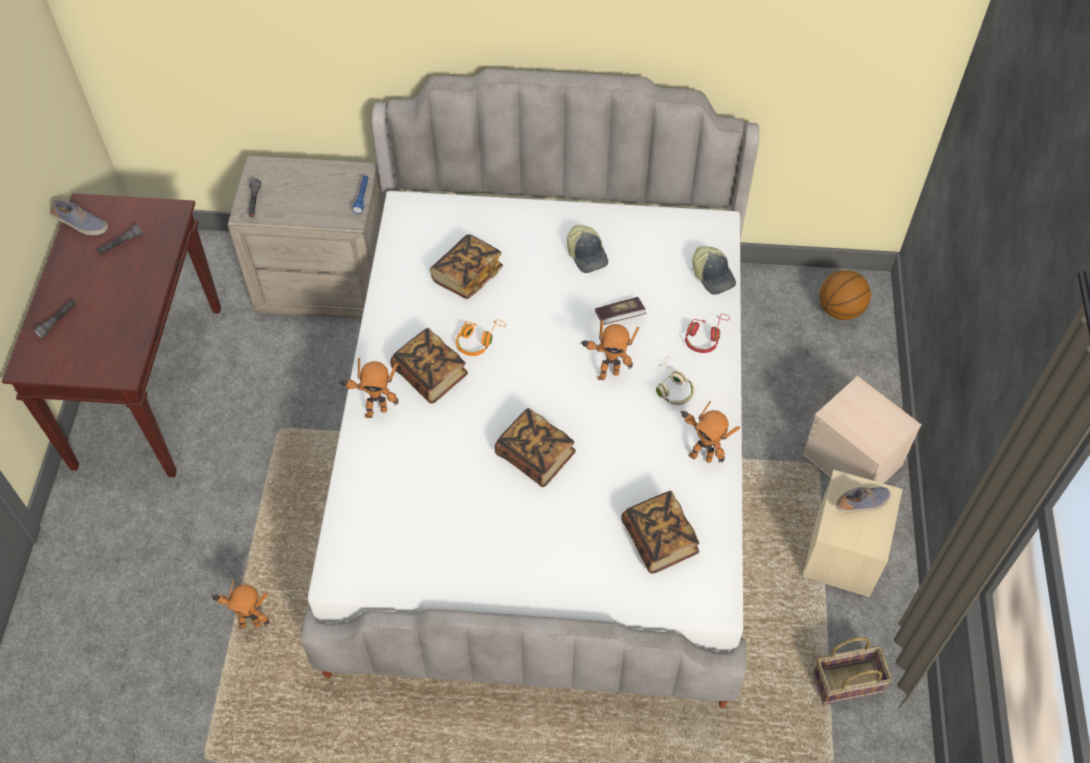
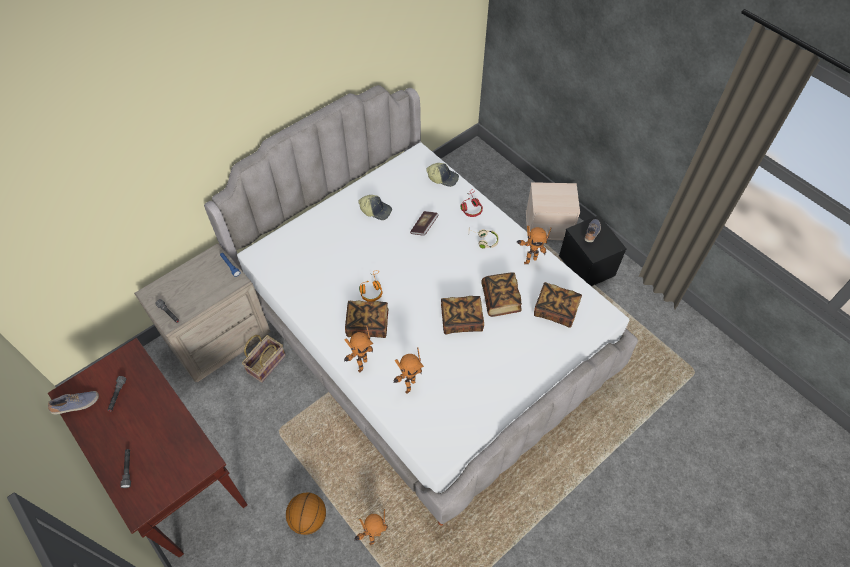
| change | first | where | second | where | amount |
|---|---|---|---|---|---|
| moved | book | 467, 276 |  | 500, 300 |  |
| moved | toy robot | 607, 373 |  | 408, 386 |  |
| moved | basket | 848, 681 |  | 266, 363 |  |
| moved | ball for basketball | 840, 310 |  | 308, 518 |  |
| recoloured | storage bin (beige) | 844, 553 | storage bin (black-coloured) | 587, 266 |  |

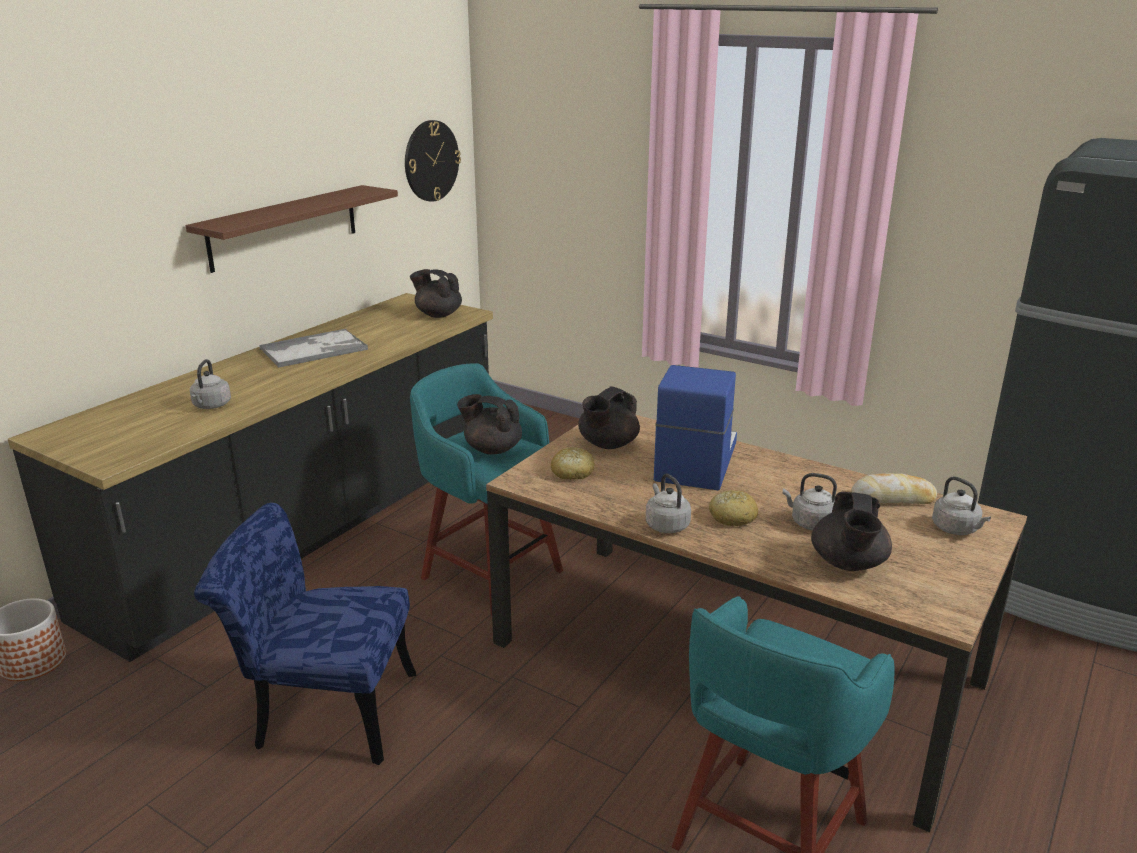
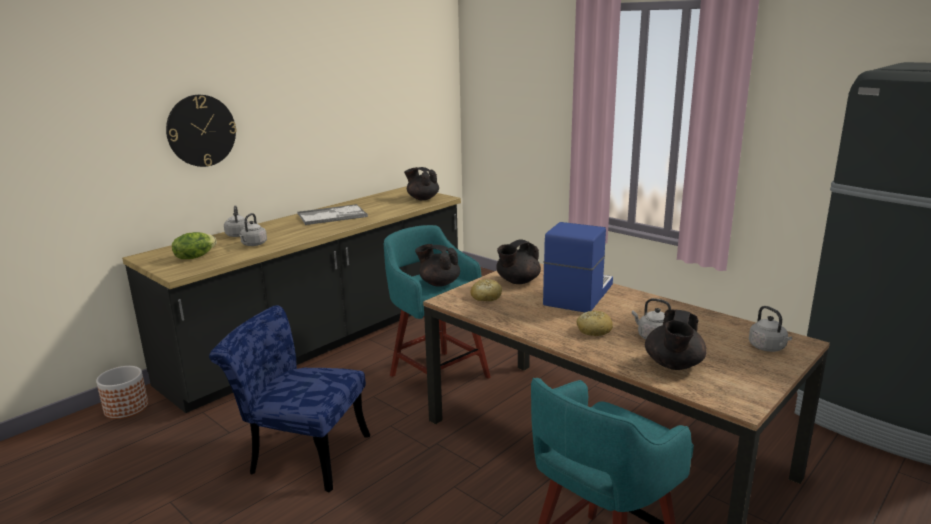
| change | first | where | second | where | amount |
|---|---|---|---|---|---|
| removed | shelf (brown-coloured) | 284, 227 |  |  |  |
| removed | bakery bread | 893, 498 |  |  |  |
| added |  |  | lettuce | 195, 257 |  |
| moved | clock on the wall | 431, 161 |  | 201, 130 |  |
| moved | kettle (greyish) | 666, 525 |  | 238, 234 |  |

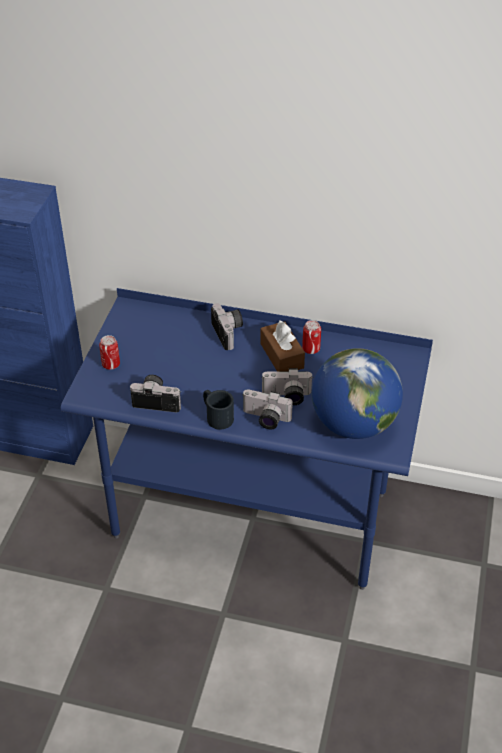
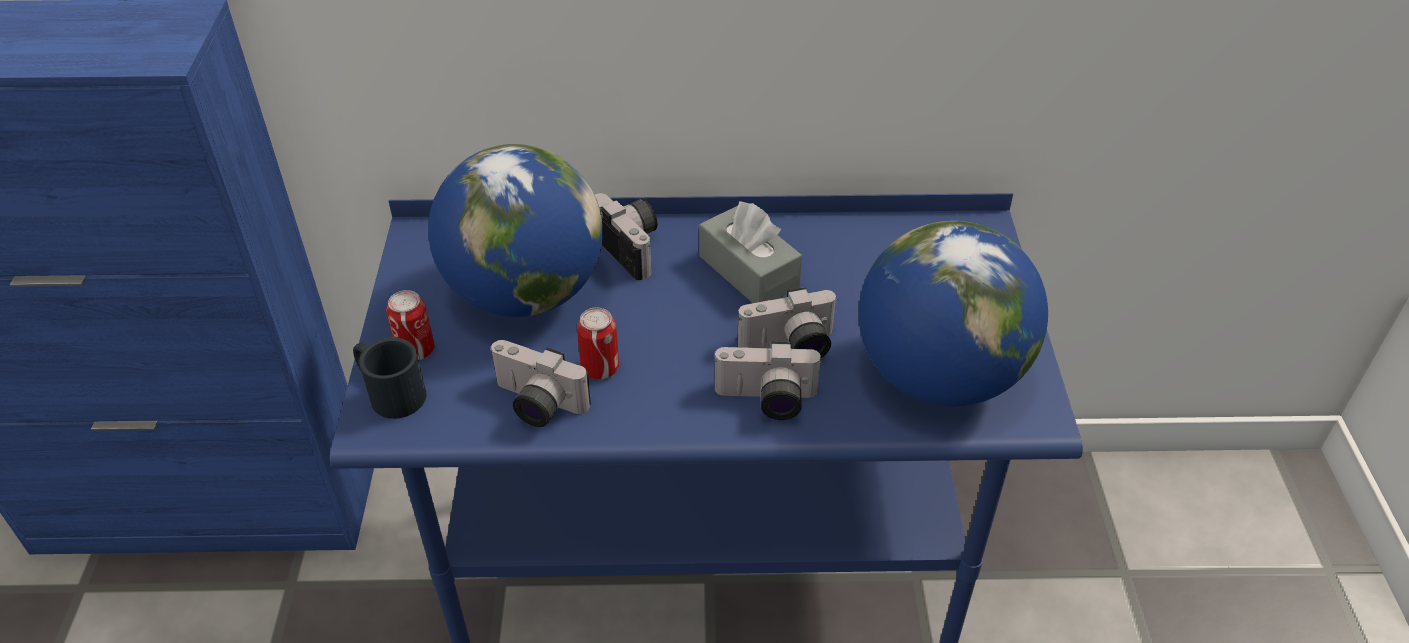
| change | first | where | second | where | amount |
|---|---|---|---|---|---|
| added |  |  | globe | 525, 293 |  |
| moved | mug (black-coloured) | 216, 416 |  | 390, 392 |  |
| moved | sealed can | 311, 349 |  | 600, 368 |  |
| recoloured | tissue holder (brown-coloured) | 282, 356 | tissue holder (greyish) | 748, 271 |  |
| turned | still camera | 158, 400 |  | 535, 404 | 150 degrees counterclockwise |

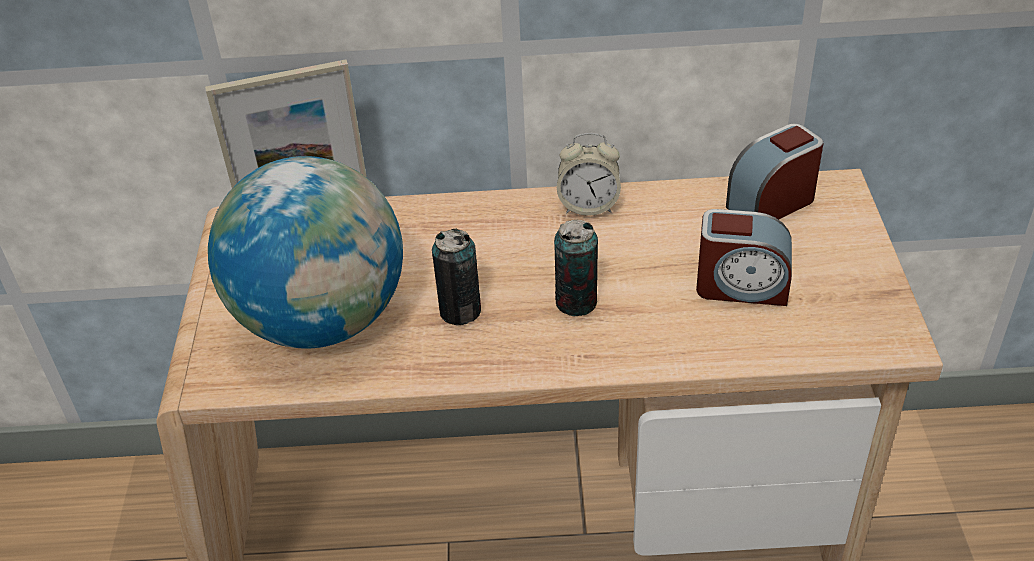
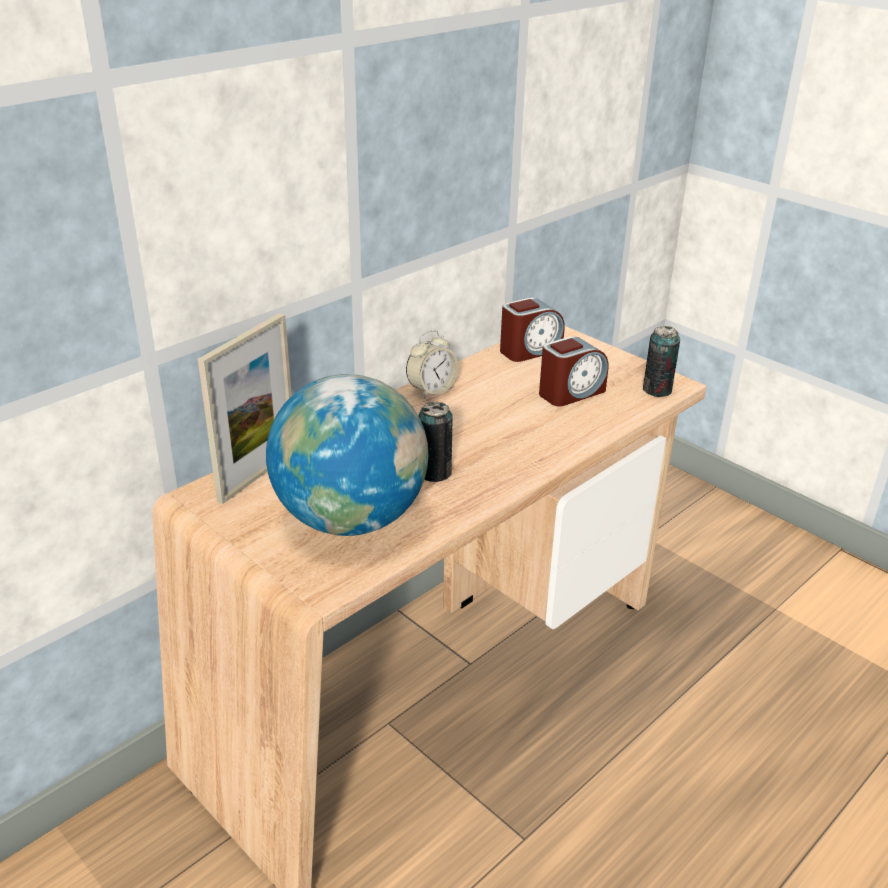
| change | first | where | second | where | amount |
|---|---|---|---|---|---|
| moved | sealed can | 576, 302 |  | 657, 390 |  |
| turned | table clock | 771, 203 |  | 530, 350 | 135 degrees counterclockwise |

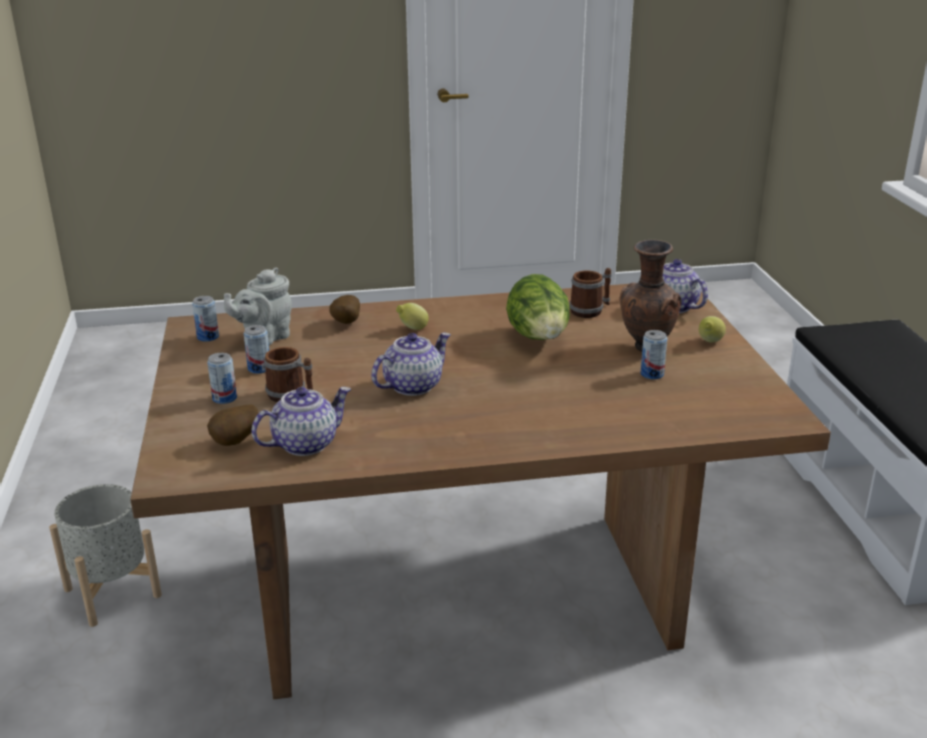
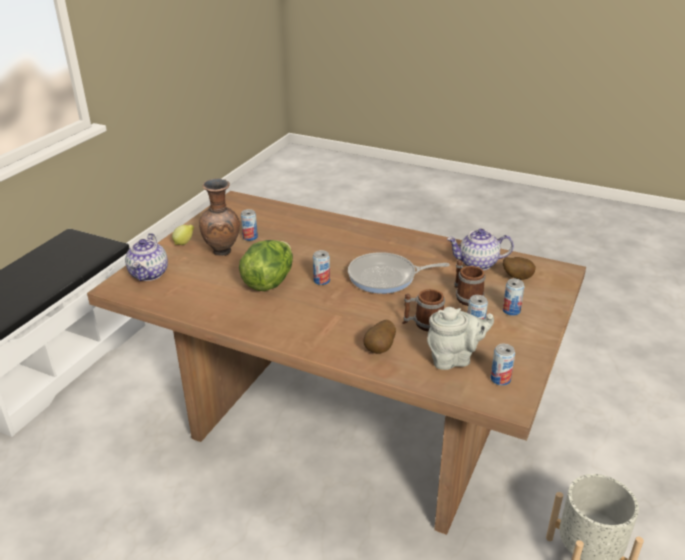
| change | first | where | second | where | amount |
|---|---|---|---|---|---|
| removed | lemon | 412, 329 |  |  |  |
| added |  |  | sealed can | 321, 281 |  |
| moved | mug | 591, 310 |  | 423, 324 |  |
| replaced | pot for tea | 412, 385 | pan | 386, 277 |  |

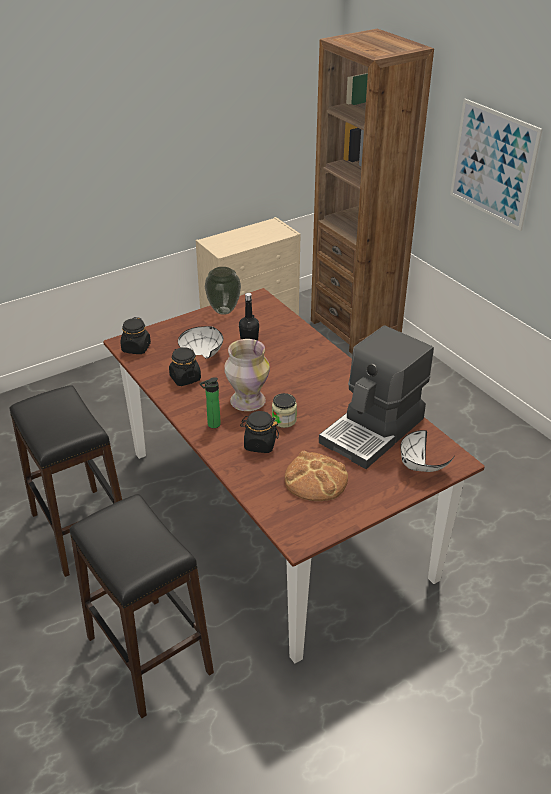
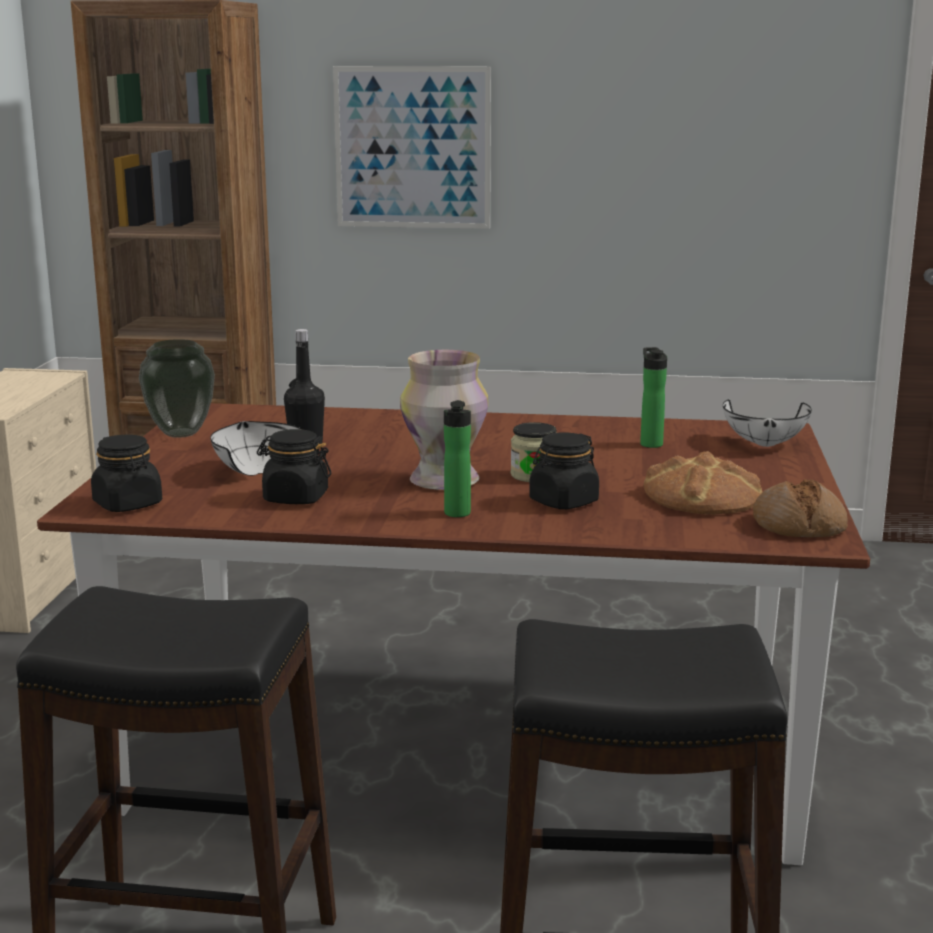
| change | first | where | second | where | amount |
|---|---|---|---|---|---|
| added |  |  | bakery bread | 798, 526 |  |
| replaced | coffee machine | 374, 430 | bottle | 650, 443 |  |

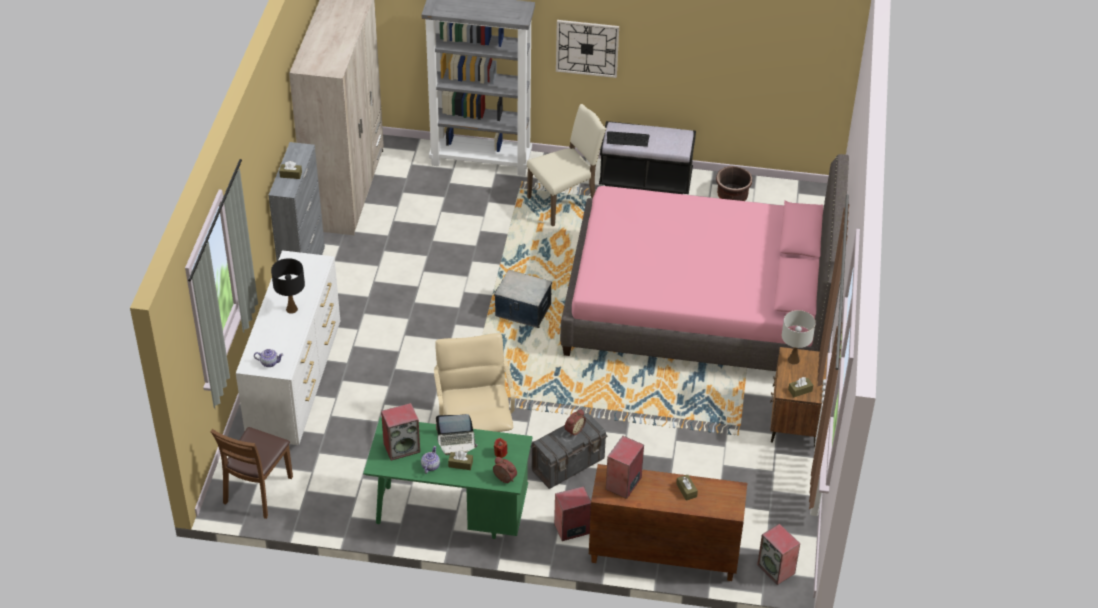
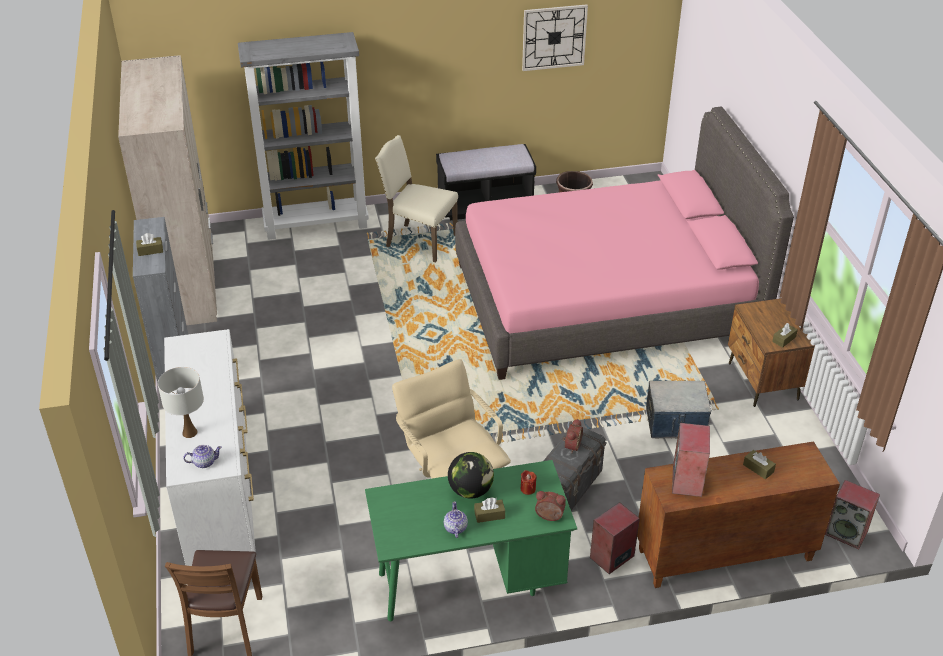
| change | first | where | second | where | amount |
|---|---|---|---|---|---|
| removed | lamp for a table (black-coloured) | 292, 309 |  |  |  |
| removed | speaker | 402, 447 |  |  |  |
| removed | computer keyboard | 627, 139 |  |  |  |
| moved | storage bin | 523, 310 |  | 675, 423 |  |
| moved | clock on the wall | 587, 48 |  | 554, 37 |  |
| moved | lamp for a table (whitish) | 793, 360 |  | 190, 432 |  |
| replaced | laptop | 456, 441 | globe | 470, 490 |  |
| turned | chair (beige) | 565, 202 |  | 419, 241 | 105 degrees counterclockwise |

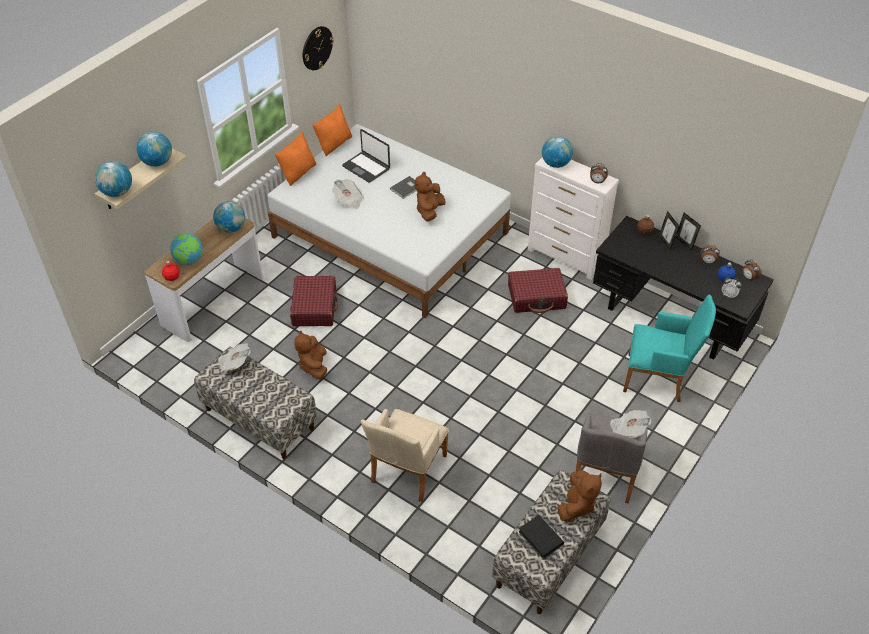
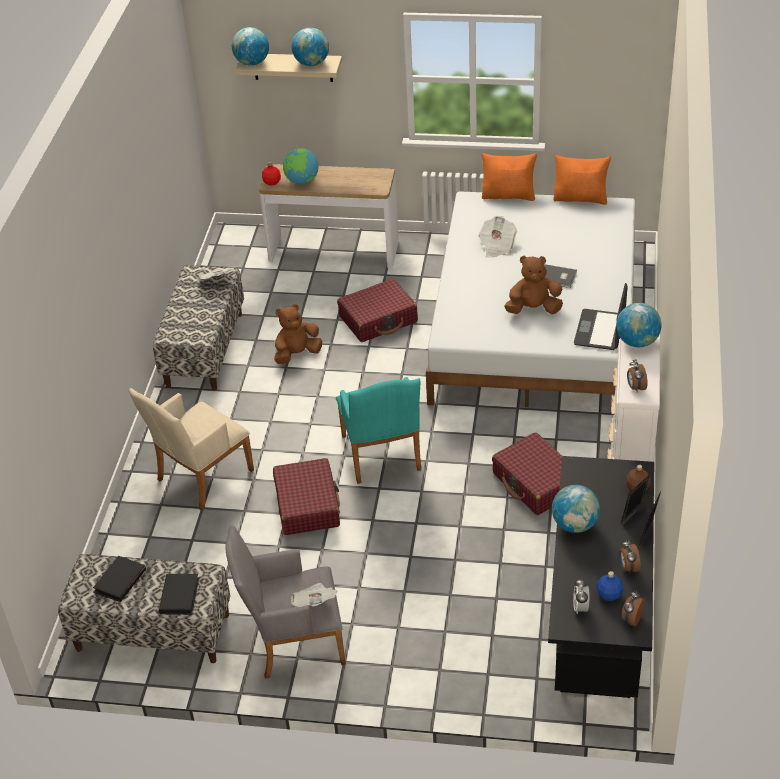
| change | first | where | second | where | amount |
|---|---|---|---|---|---|
| removed | clock on the wall | 317, 48 |  |  |  |
| added |  |  | piece of luggage (red) | 307, 505 |  |
| moved | globe | 231, 228 |  | 575, 525 |  |
| moved | laptop | 366, 167 |  | 600, 331 |  |
| moved | easy chair (turquoise) | 659, 378 |  | 382, 457 |  |
| replaced | plush toy (brown-coloured) | 577, 505 | book (black-coloured) | 179, 596 |  |
| turned | easy chair (beige) | 406, 472 |  | 200, 478 | 45 degrees counterclockwise |

